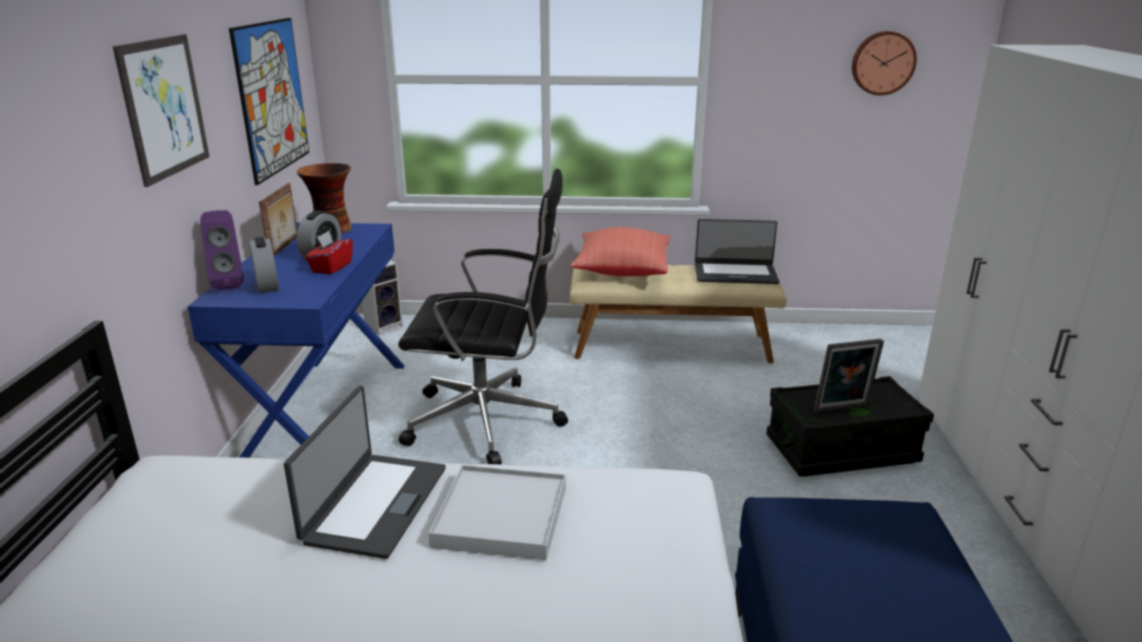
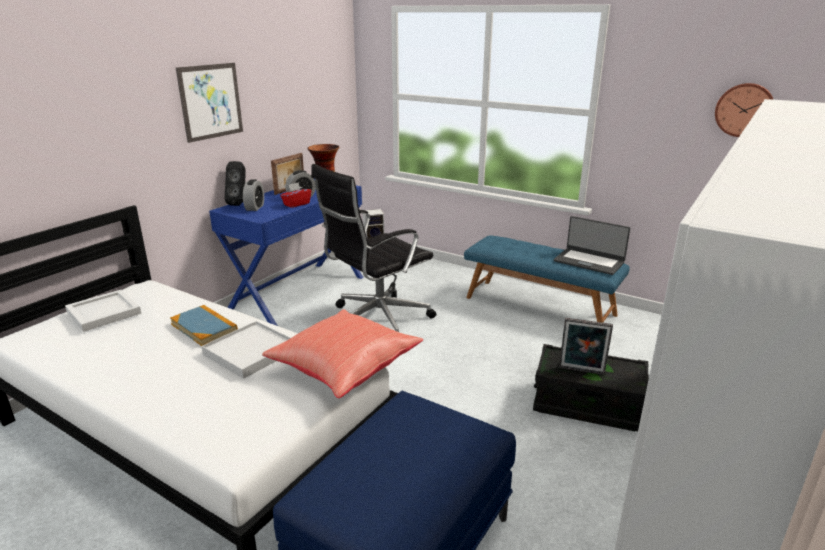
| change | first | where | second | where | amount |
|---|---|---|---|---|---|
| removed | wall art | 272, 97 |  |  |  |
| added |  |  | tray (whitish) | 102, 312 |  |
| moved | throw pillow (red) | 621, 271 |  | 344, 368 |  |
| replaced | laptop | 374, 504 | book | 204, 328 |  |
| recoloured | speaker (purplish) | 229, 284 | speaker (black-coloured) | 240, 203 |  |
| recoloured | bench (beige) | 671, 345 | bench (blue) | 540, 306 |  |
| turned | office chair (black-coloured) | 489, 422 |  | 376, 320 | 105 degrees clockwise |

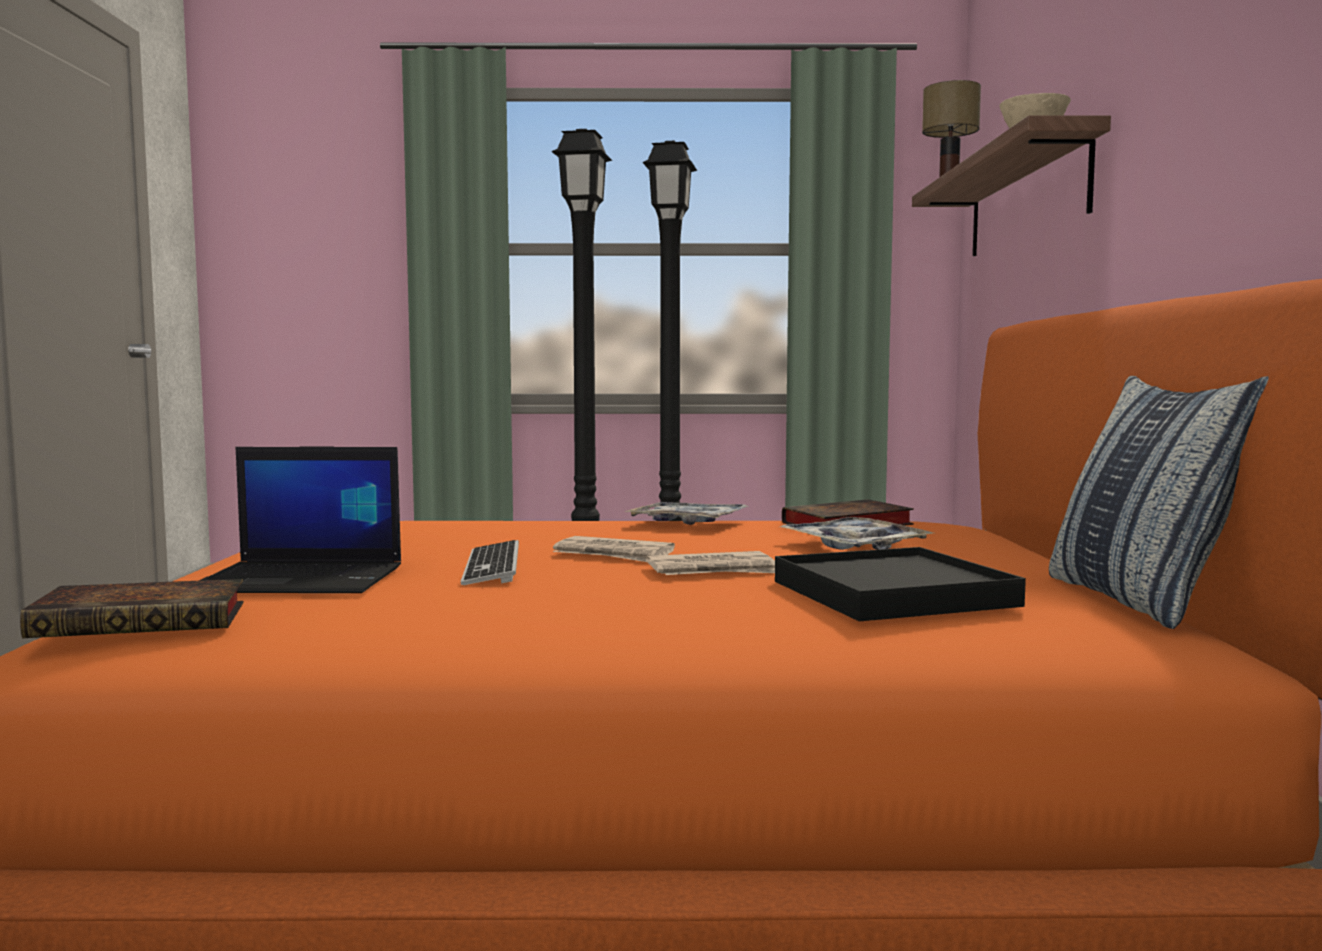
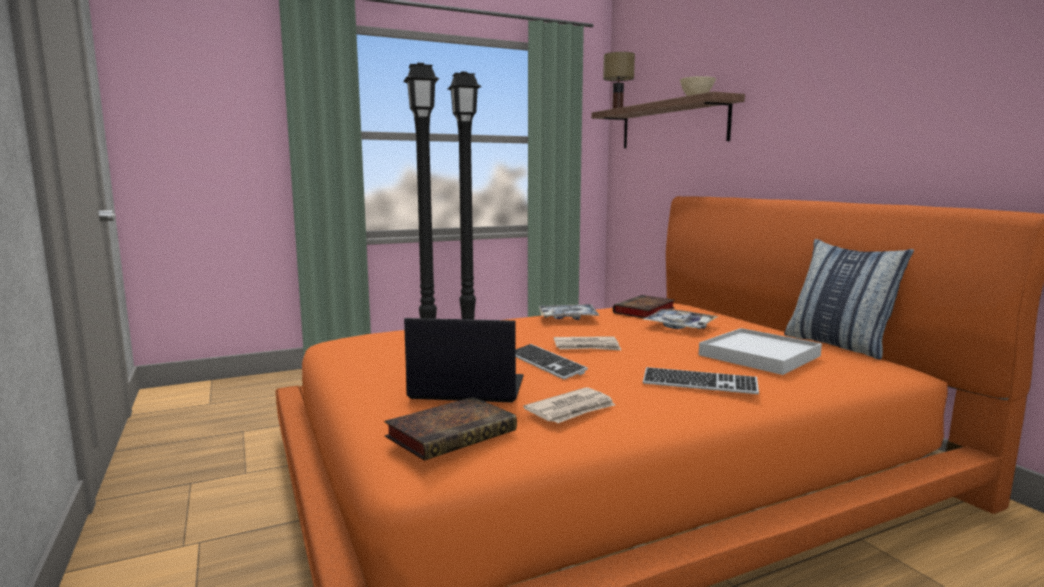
| change | first | where | second | where | amount |
|---|---|---|---|---|---|
| added |  |  | computer keyboard | 699, 384 |  |
| moved | printed paper | 713, 571 |  | 572, 410 |  |
| recoloured | tray (black-coloured) | 892, 594 | tray (whitish) | 759, 356 |  |
| turned | laptop | 303, 579 |  | 466, 388 | 150 degrees counterclockwise |

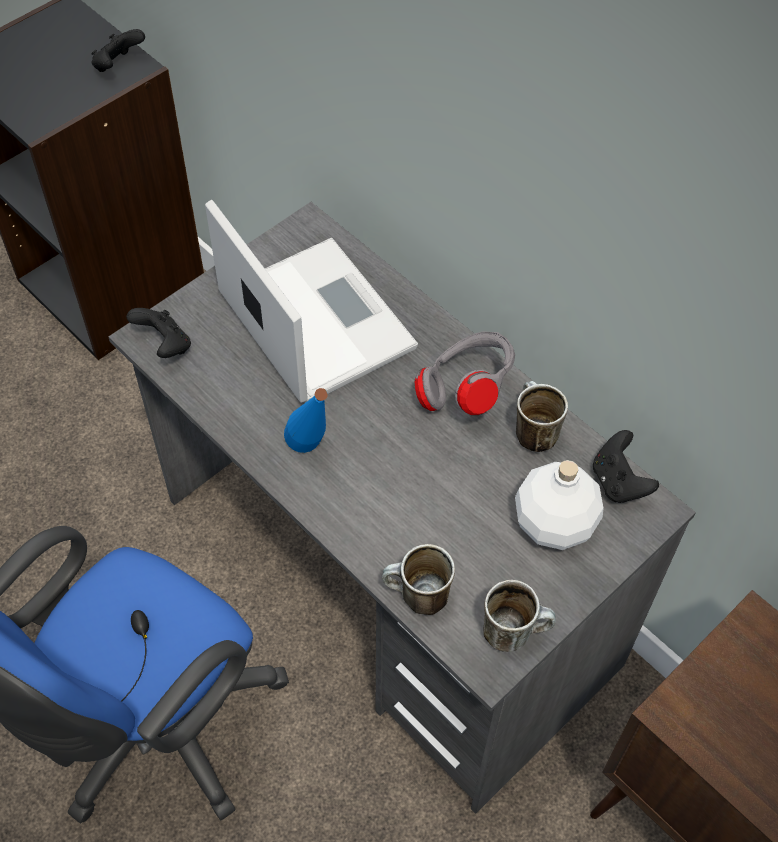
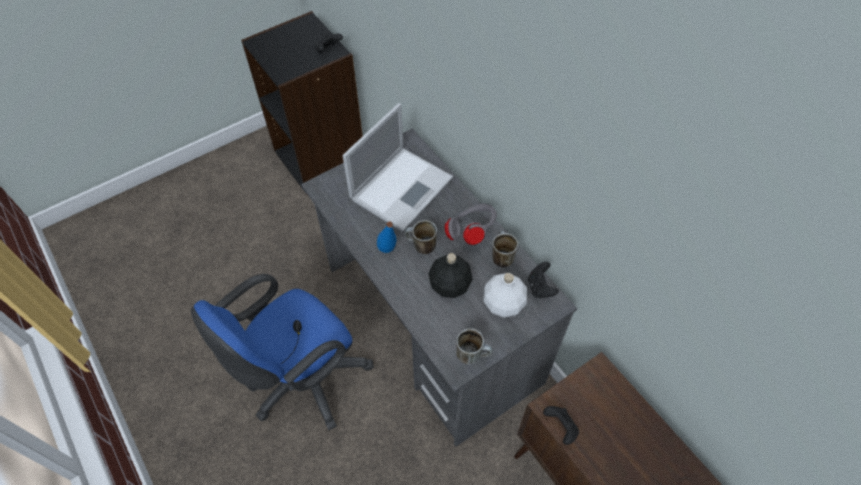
| change | first | where | second | where | amount |
|---|---|---|---|---|---|
| added |  |  | bottle (black-coloured) | 450, 285 |  |
| moved | gamepad (black-coloured) | 164, 345 |  | 560, 427 |  |
| moved | mug | 416, 598 |  | 420, 247 |  |
| turned | laptop | 313, 319 |  | 402, 187 | 60 degrees clockwise |

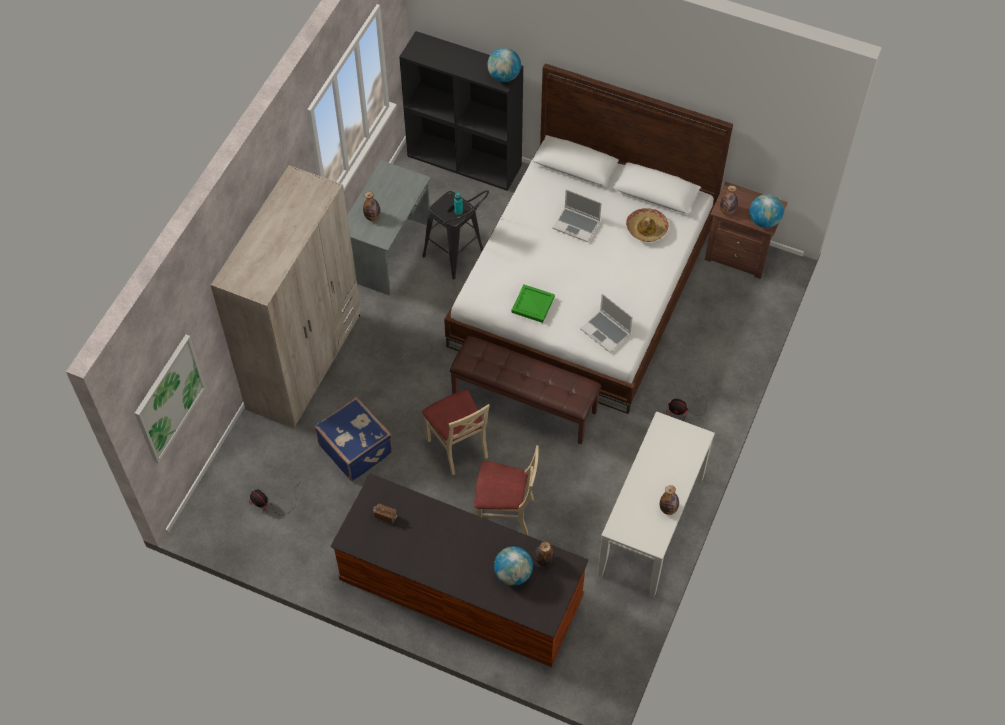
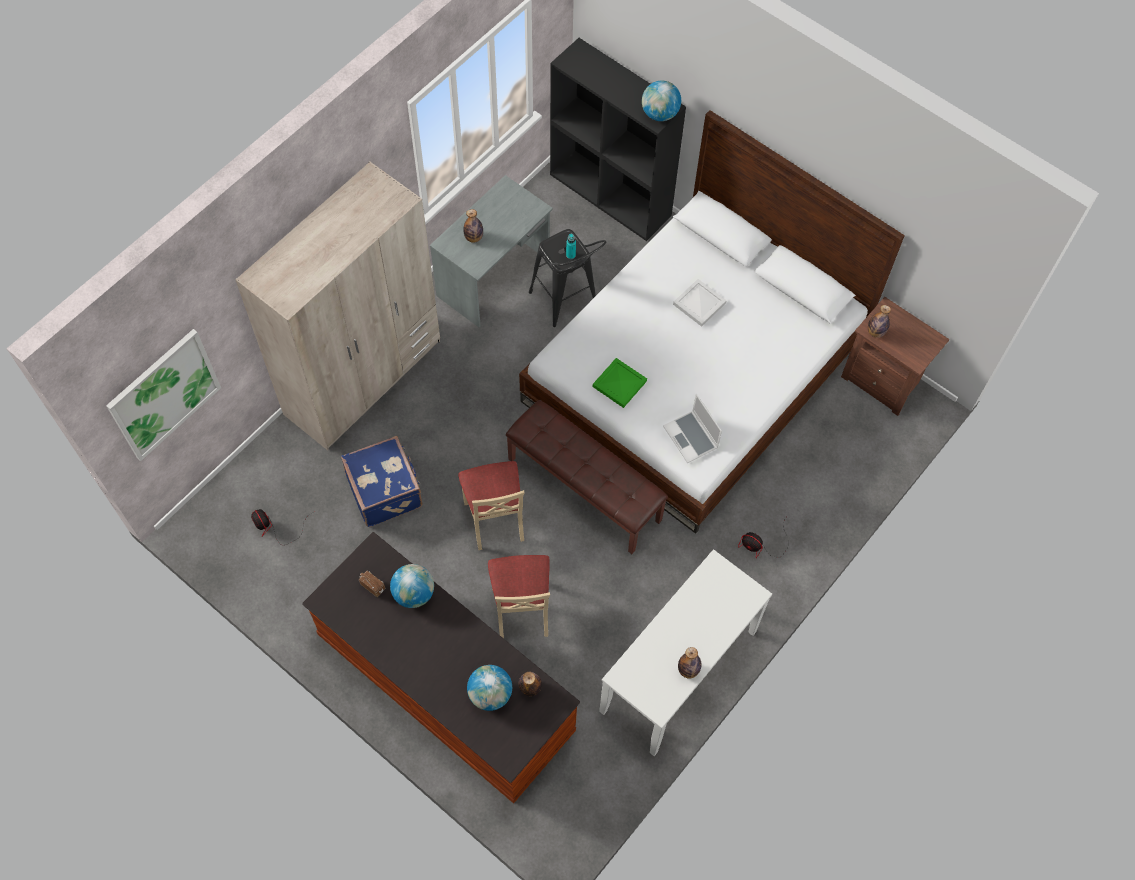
| change | first | where | second | where | amount |
|---|---|---|---|---|---|
| removed | hat | 646, 228 |  |  |  |
| moved | globe | 764, 221 |  | 414, 593 |  |
| replaced | laptop | 577, 225 | tray (whitish) | 700, 304 |  |
| turned | chair (beige) | 505, 513 |  | 521, 610 | 60 degrees clockwise |

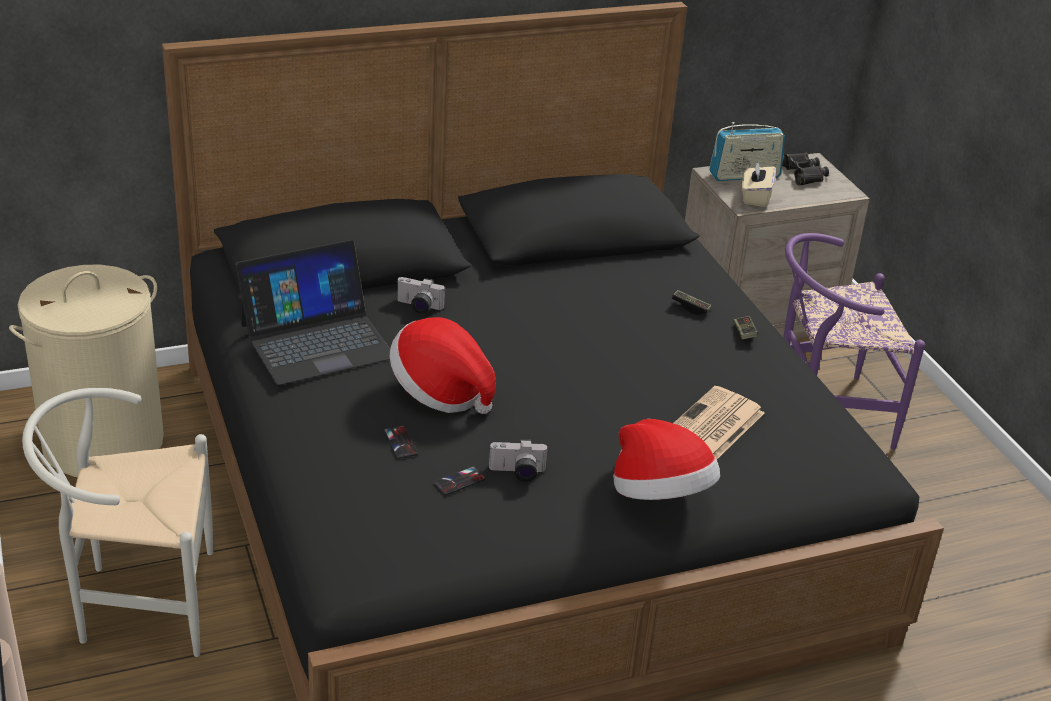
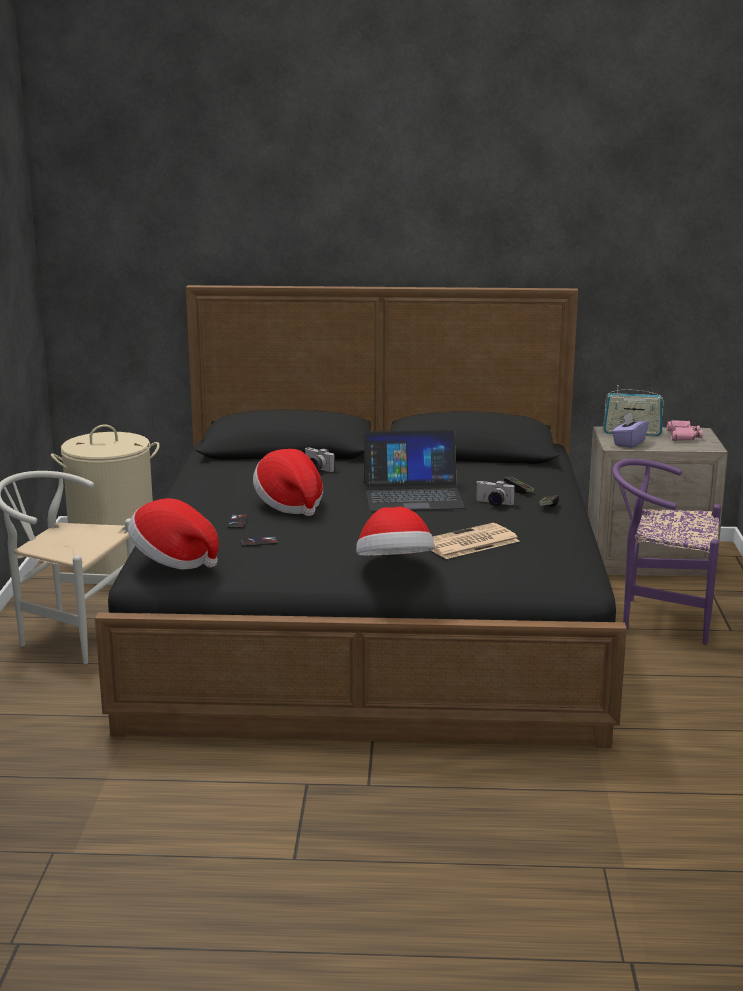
| change | first | where | second | where | amount |
|---|---|---|---|---|---|
| added |  |  | hat | 173, 560 |  |
| moved | laptop | 316, 340 |  | 413, 495 |  |
| moved | still camera | 517, 473 |  | 493, 503 |  |
| recoloured | tissue holder (beige) | 755, 197 | tissue holder (purplish) | 629, 443 |  |
| recoloured | binoculars (black-coloured) | 802, 174 | binoculars (pink-coloured) | 682, 436 |  |

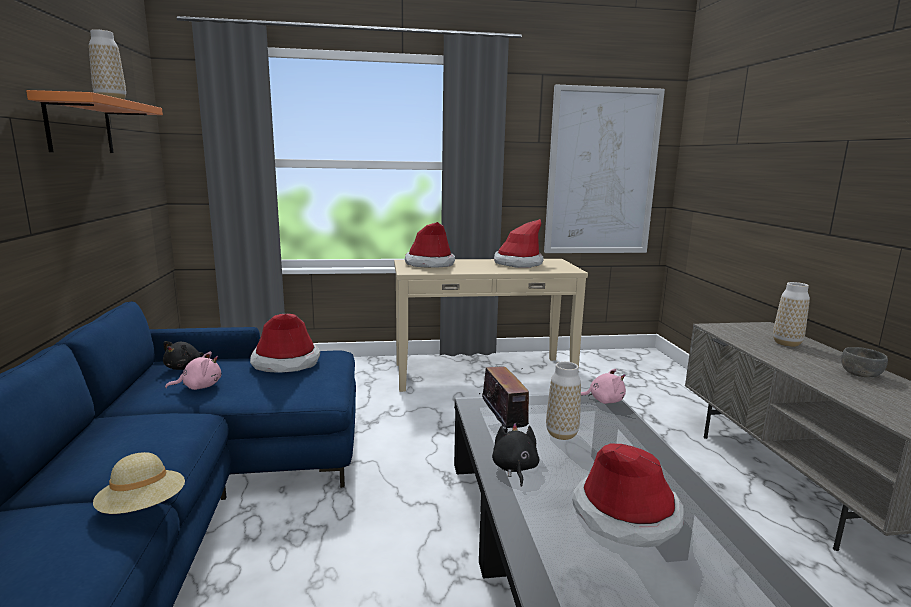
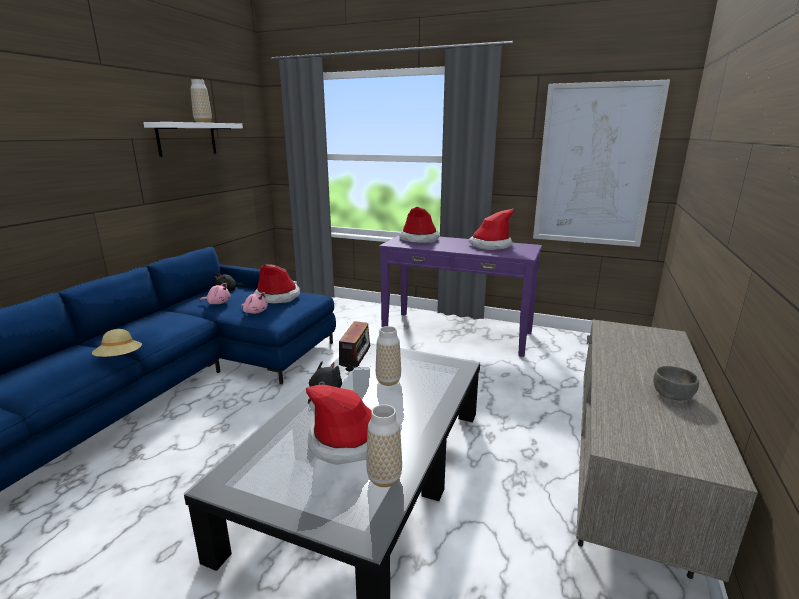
| change | first | where | second | where | amount |
|---|---|---|---|---|---|
| moved | plush toy (pink-coloured) | 603, 400 |  | 255, 312 |  |
| moved | vase | 786, 343 |  | 384, 478 |  |
| recoloured | shelf (orange-coloured) | 79, 126 | shelf (whitish) | 187, 139 |  |
| recoloured | console table (beige) | 483, 373 | console table (purplish) | 456, 332 |  |

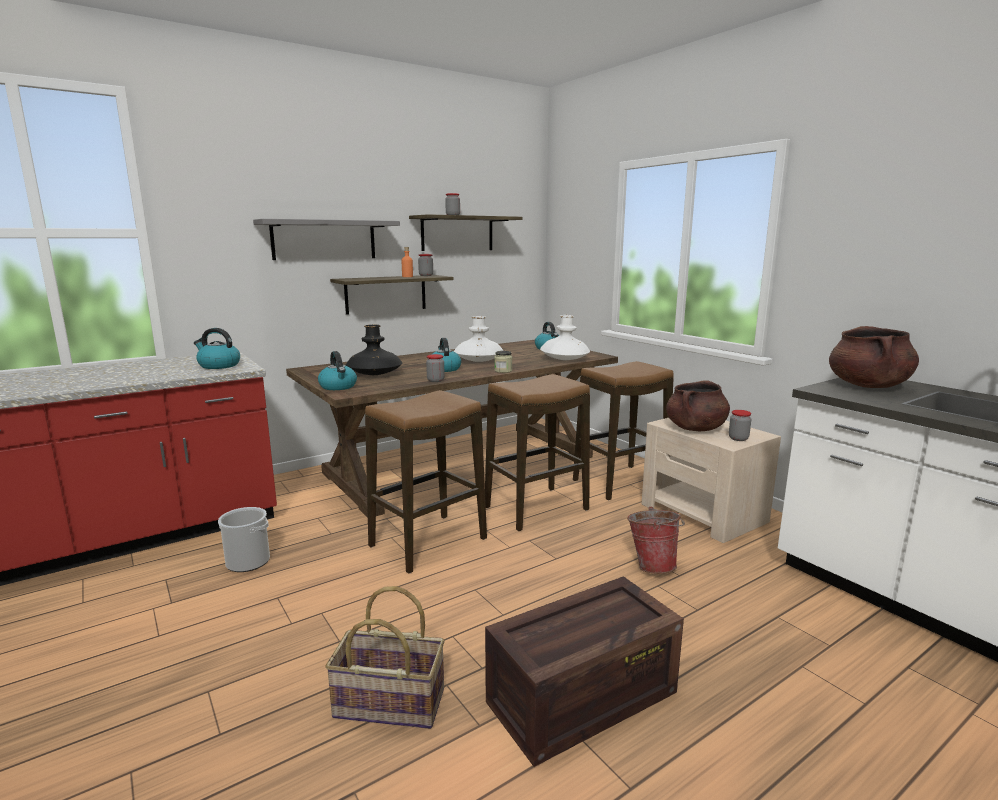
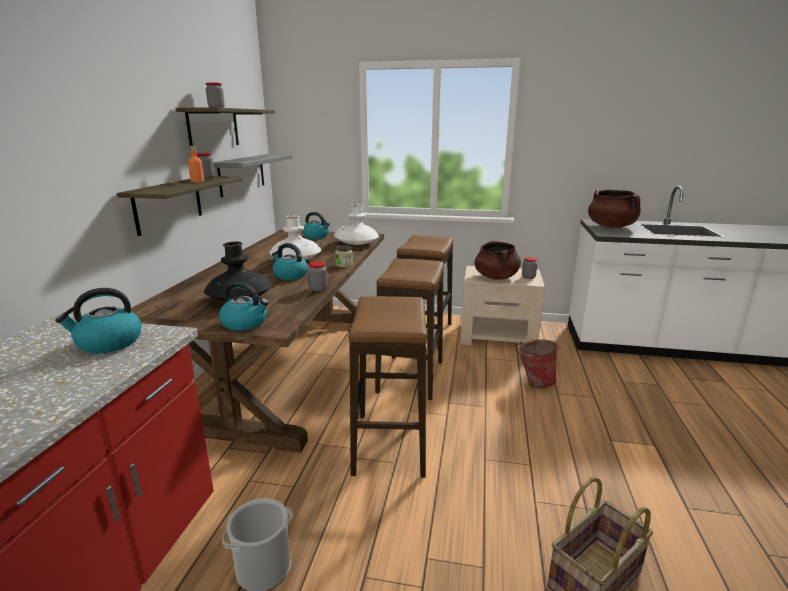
| change | first | where | second | where | amount |
|---|---|---|---|---|---|
| removed | packing crate | 581, 700 |  |  |  |
| moved | shelf (greyish) | 324, 240 |  | 242, 174 |  |

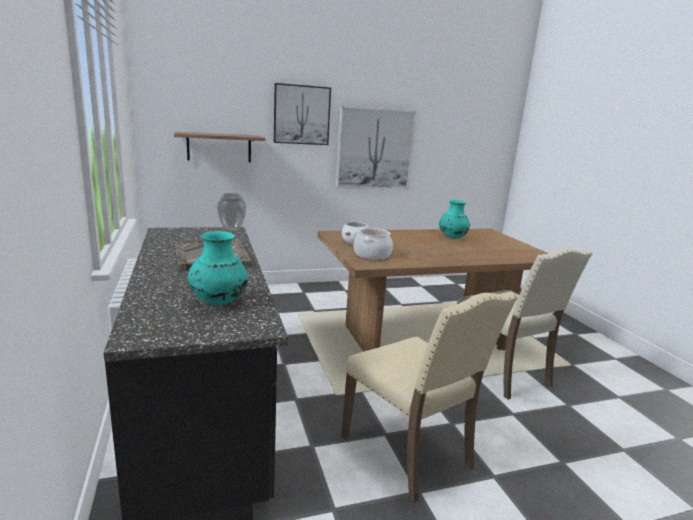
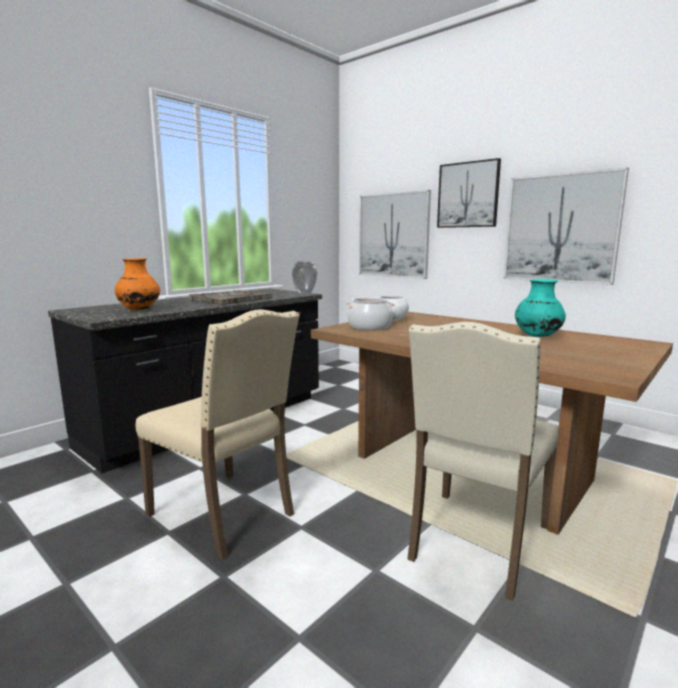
| change | first | where | second | where | amount |
|---|---|---|---|---|---|
| replaced | shelf | 219, 147 | wall art | 393, 235 |  |
| recoloured | vase (turquoise) | 218, 302 | vase (orange-coloured) | 139, 309 |  |
| turned | chair (beige) | 410, 452 |  | 225, 514 | 75 degrees counterclockwise |

